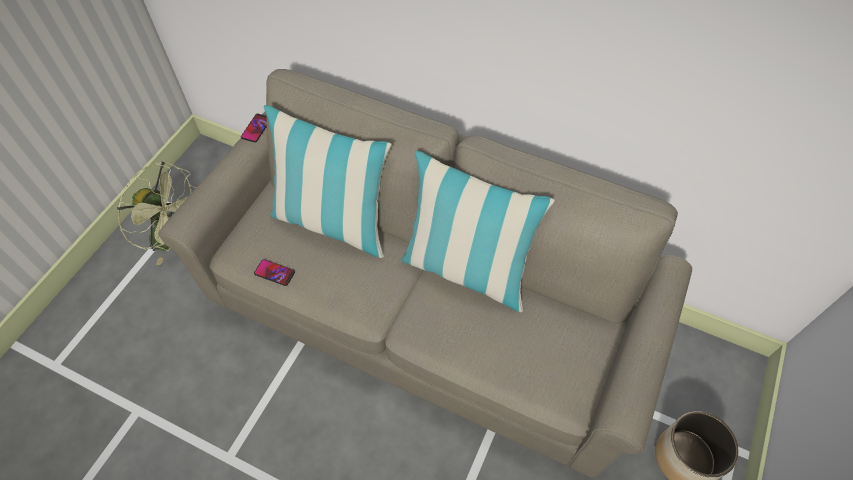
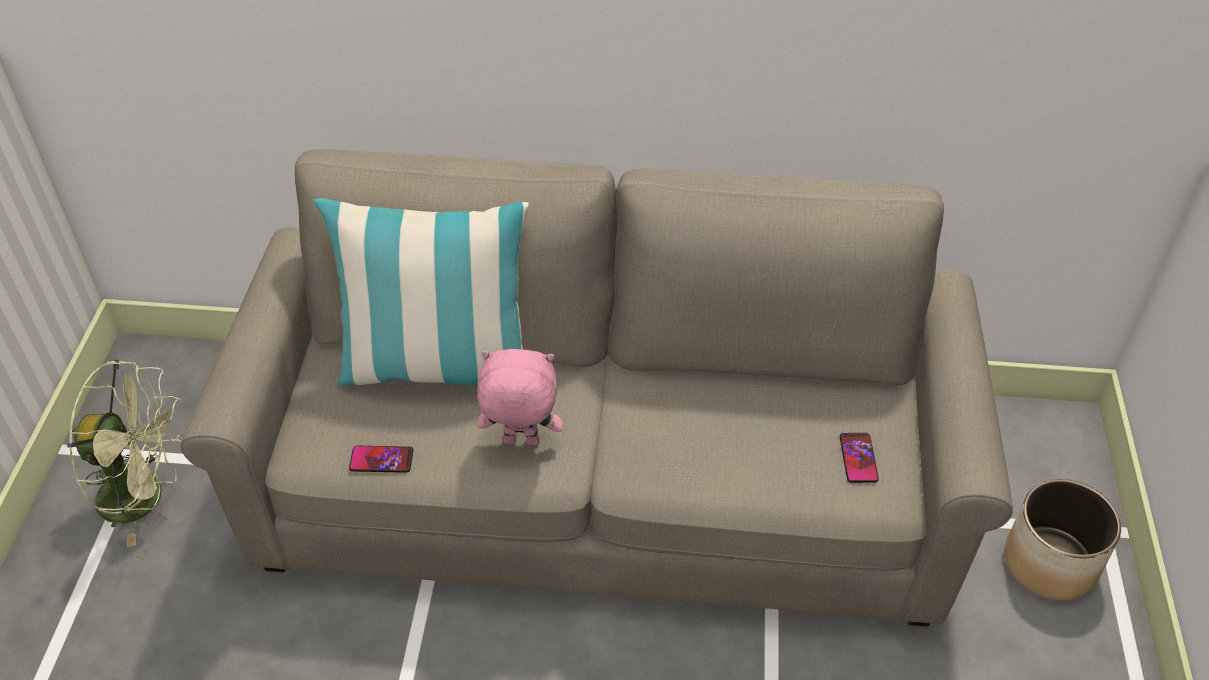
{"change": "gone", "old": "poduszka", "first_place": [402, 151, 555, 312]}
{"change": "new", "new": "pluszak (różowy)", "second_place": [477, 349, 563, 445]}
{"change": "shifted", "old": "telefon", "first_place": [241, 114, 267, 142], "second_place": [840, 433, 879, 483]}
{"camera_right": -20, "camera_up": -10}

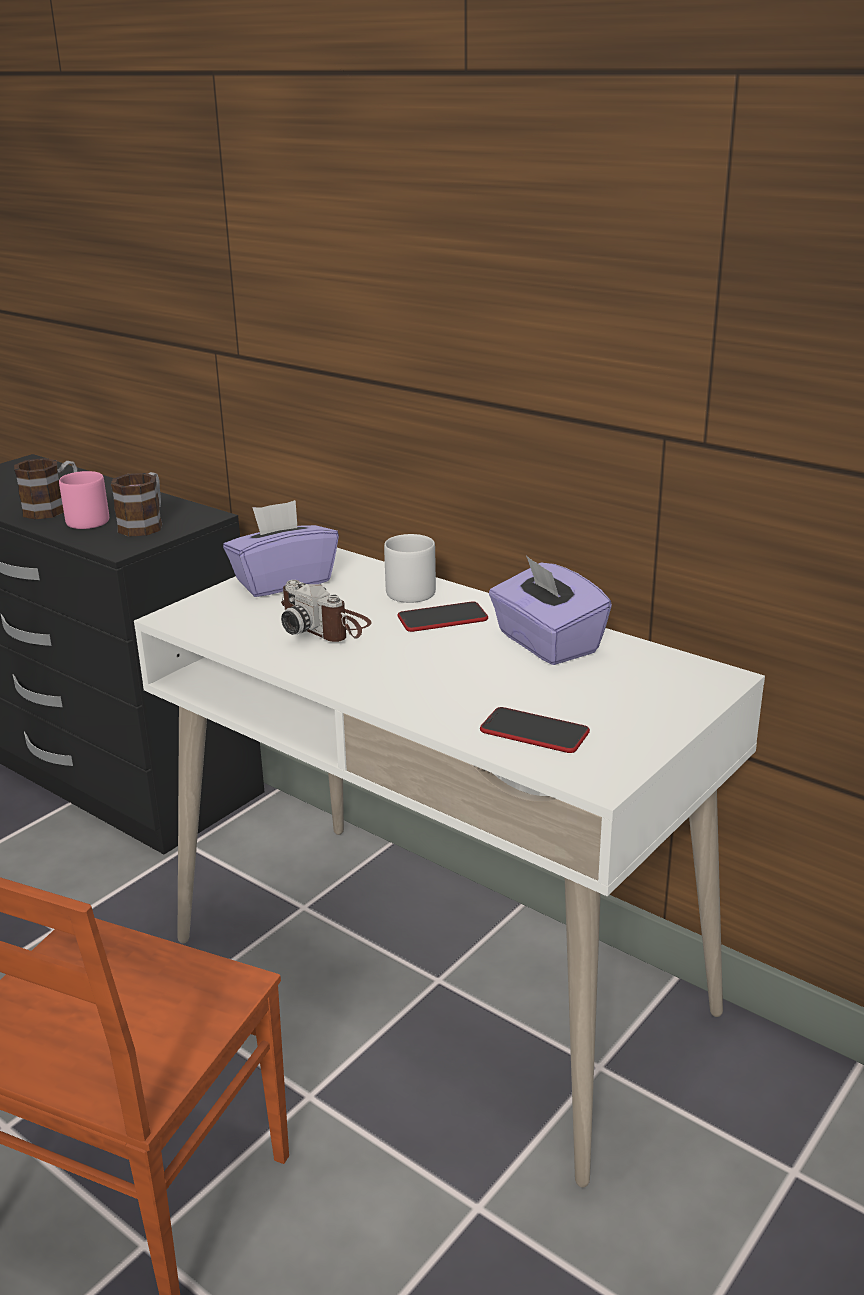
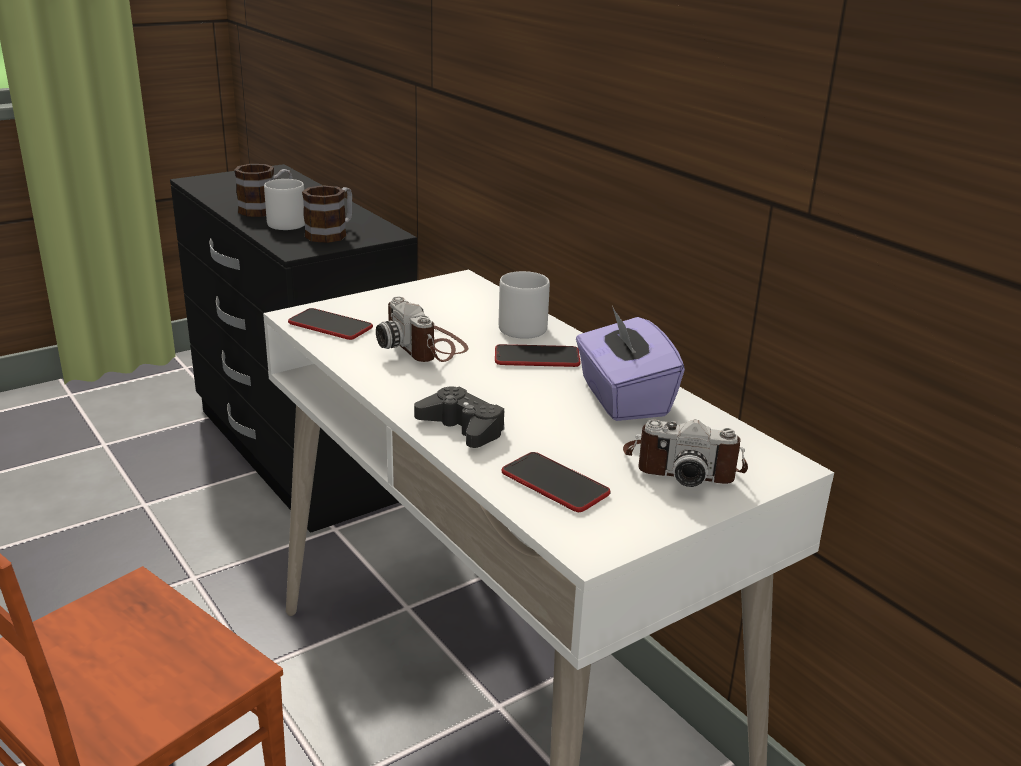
{"change": "gone", "old": "pudełko chusteczek (fioletowy)", "first_place": [223, 500, 339, 597]}
{"change": "new", "new": "telefon", "second_place": [288, 308, 373, 340]}
{"change": "new", "new": "pad do gier (czarny)", "second_place": [414, 387, 505, 448]}
{"change": "new", "new": "aparat fotograficzny", "second_place": [623, 419, 748, 487]}
{"change": "repainted", "old": "kubek (różowy)", "new": "kubek (szary)", "first_place": [59, 471, 109, 529], "second_place": [264, 179, 305, 230]}
{"camera_right": 15, "camera_up": 0}

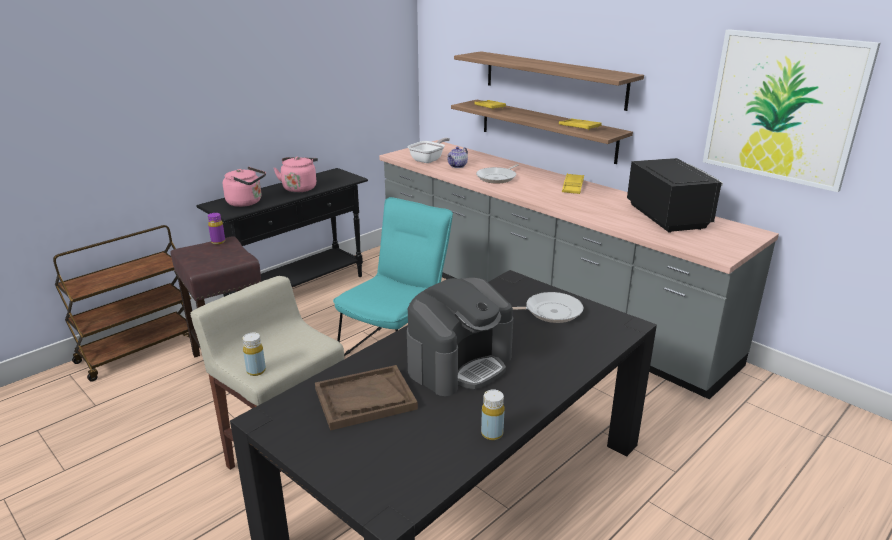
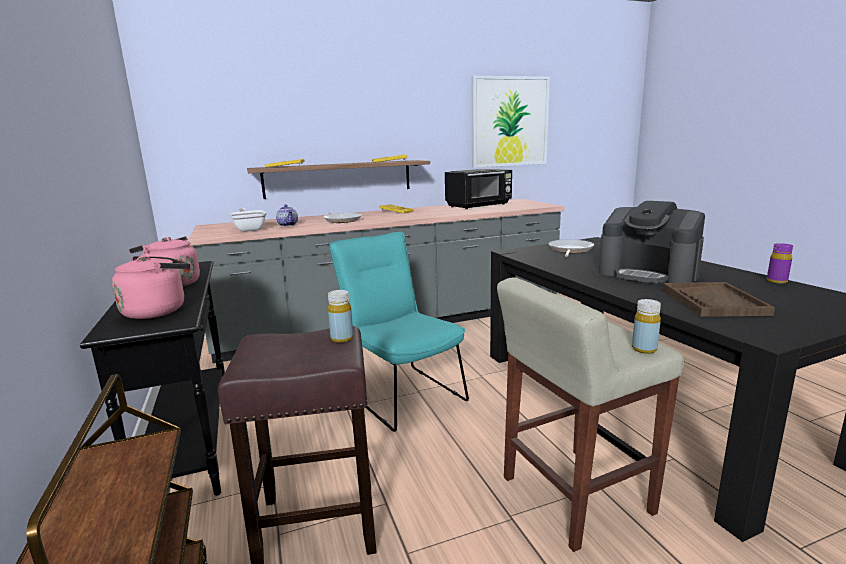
{"change": "gone", "old": "półka", "first_place": [454, 51, 644, 111]}
{"change": "shifted", "old": "butelka (fioletowy)", "first_place": [208, 213, 225, 244], "second_place": [767, 243, 793, 284]}
{"change": "shifted", "old": "butelka (żółty)", "first_place": [481, 390, 505, 440], "second_place": [328, 290, 353, 343]}
{"change": "rotated", "old": "ekspres do kawy", "first_place": [407, 277, 513, 396], "second_place": [599, 201, 705, 285], "degrees": 150}
{"change": "rotated", "old": "mikrofalówka (czarny)", "first_place": [627, 158, 723, 233], "second_place": [445, 169, 512, 209], "degrees": 135}
{"camera_right": -65, "camera_up": -10}

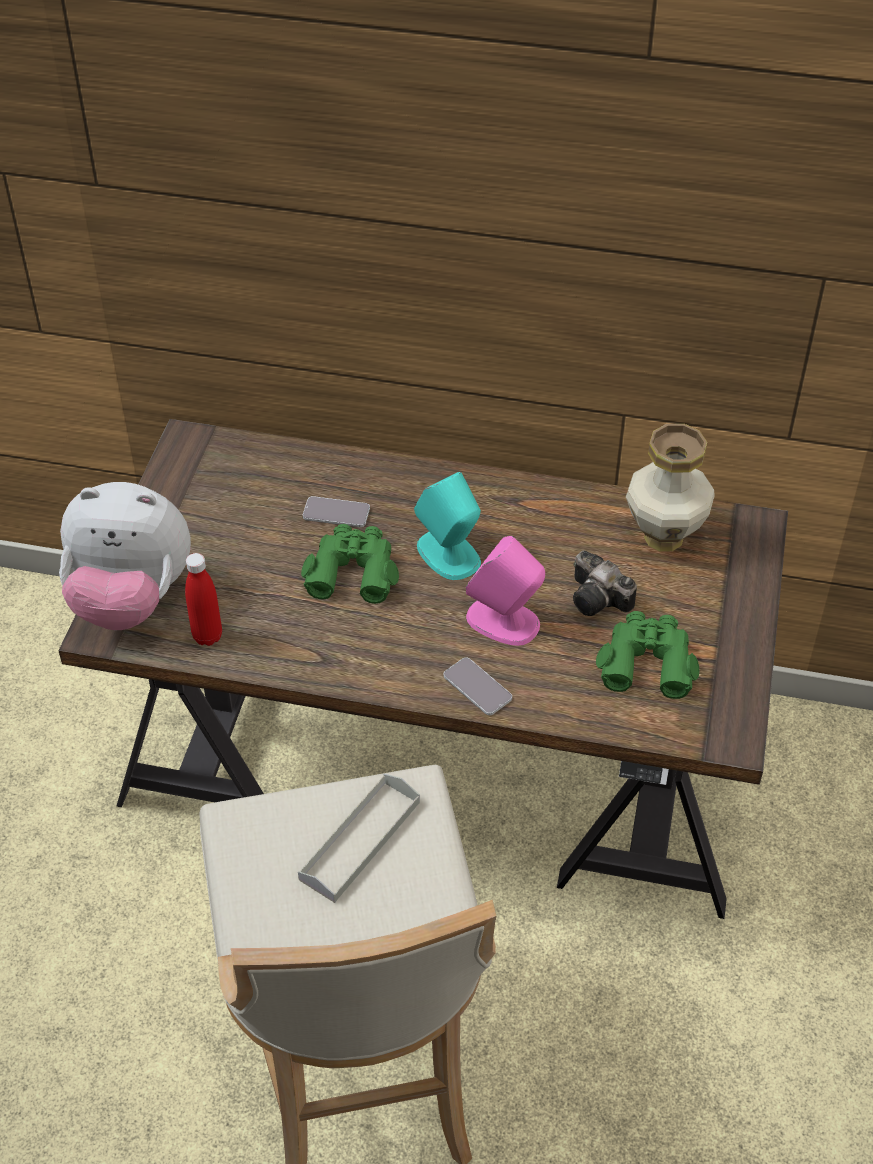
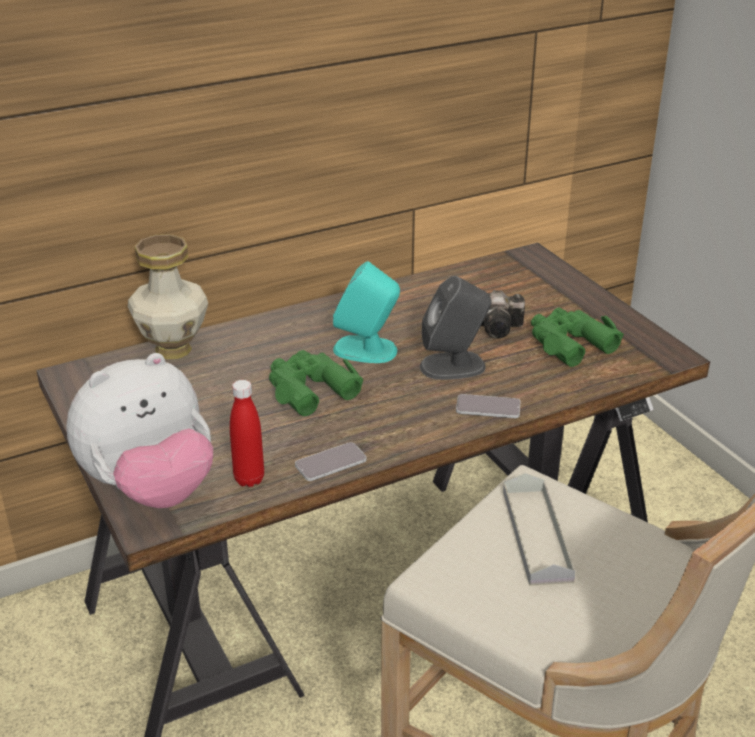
{"change": "shifted", "old": "telefon", "first_place": [303, 496, 370, 527], "second_place": [295, 442, 367, 481]}
{"change": "shifted", "old": "wazon", "first_place": [626, 424, 715, 551], "second_place": [128, 234, 208, 359]}
{"change": "repainted", "old": "głośnik (różowy)", "new": "głośnik (szary)", "first_place": [466, 536, 545, 646], "second_place": [420, 276, 491, 380]}
{"camera_right": -40, "camera_up": -15}

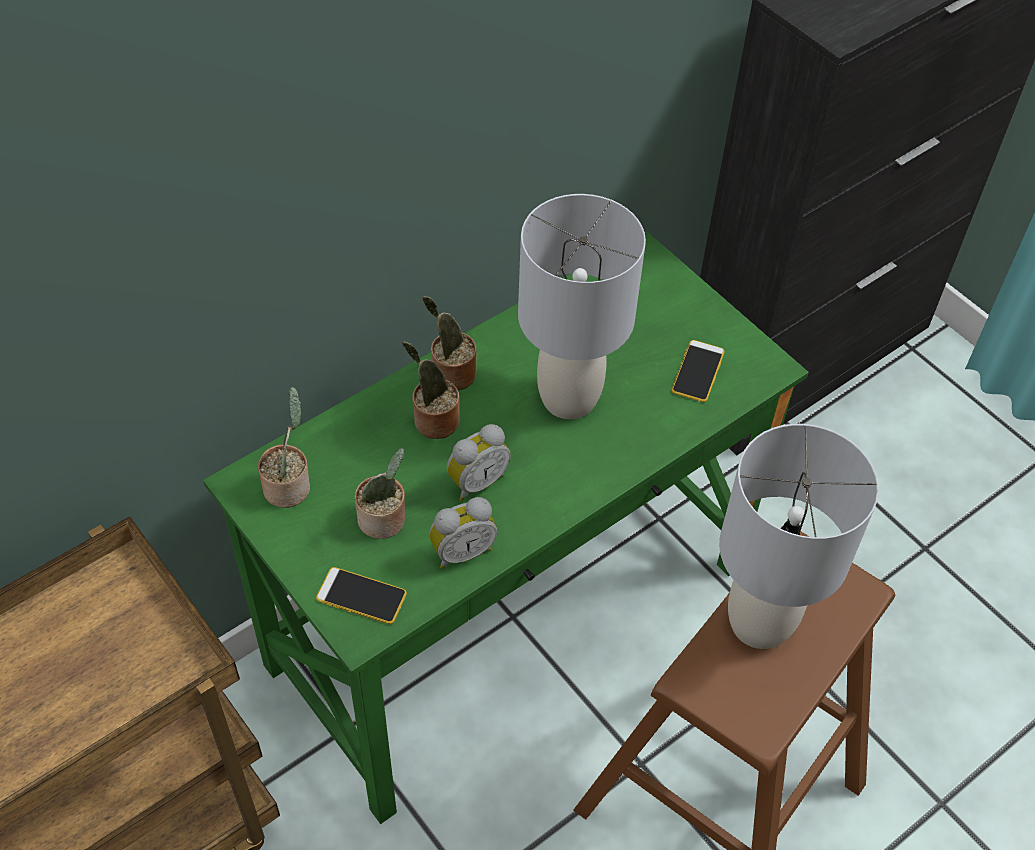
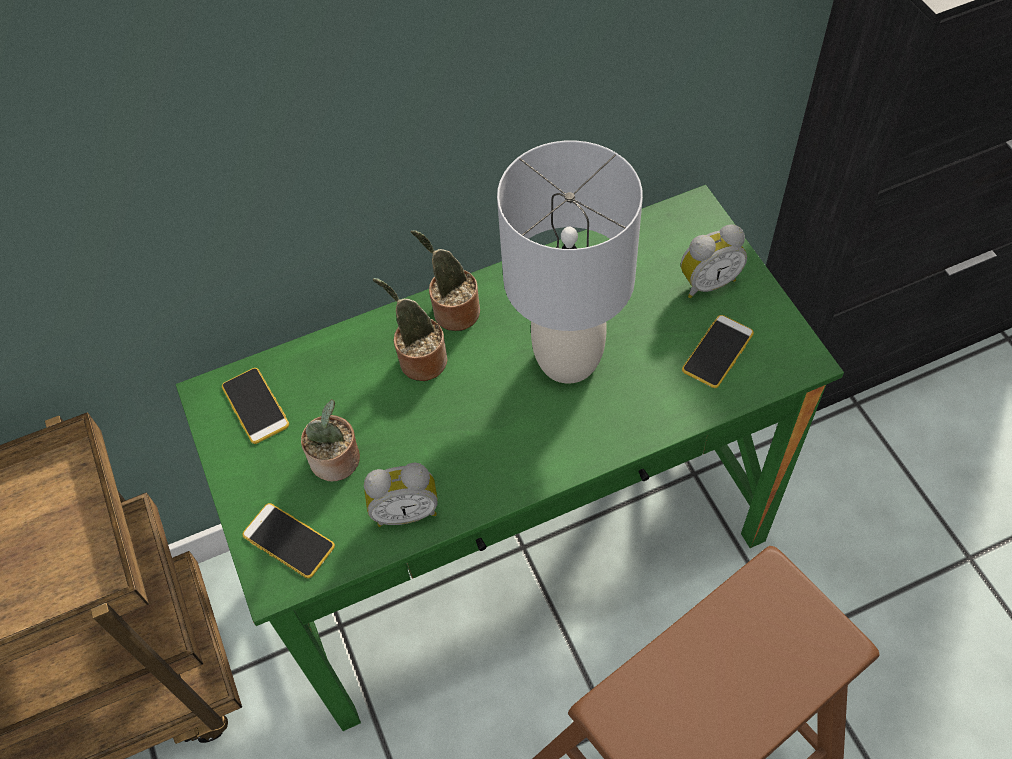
{"change": "gone", "old": "lampa stołowa (szary)", "first_place": [719, 424, 879, 649]}
{"change": "shifted", "old": "budzik", "first_place": [447, 424, 511, 501], "second_place": [681, 224, 747, 298]}
{"change": "swapped", "old": "roślina doniczkowa", "new": "telefon", "first_place": [258, 387, 310, 508], "second_place": [222, 368, 289, 444]}
{"camera_right": 20, "camera_up": 5}

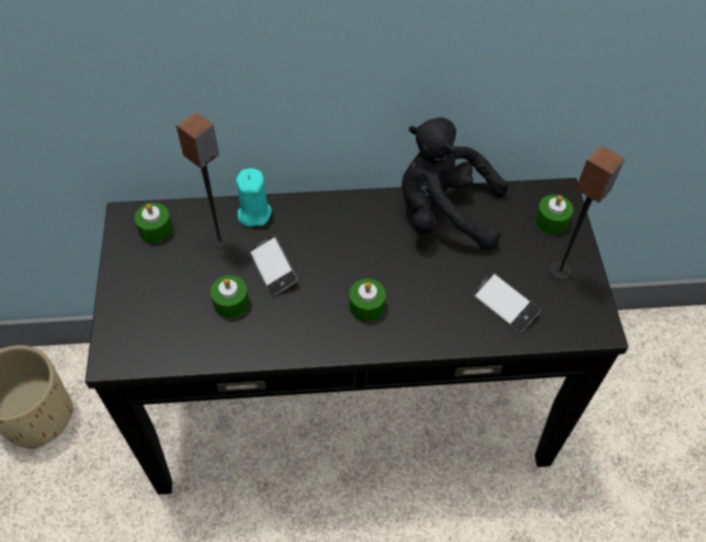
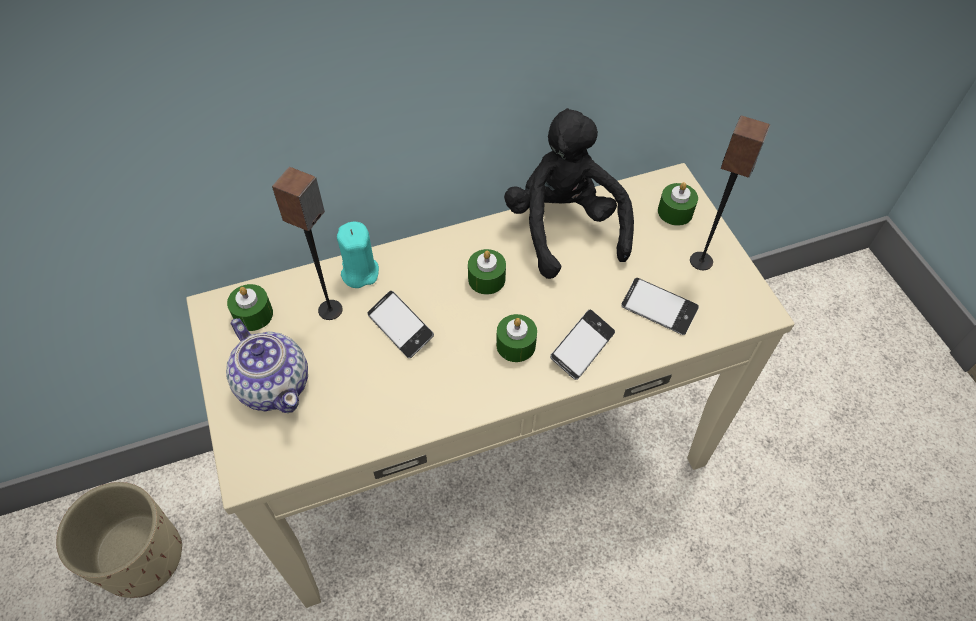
{"change": "new", "new": "imbryk", "second_place": [226, 318, 308, 413]}
{"change": "new", "new": "telefon", "second_place": [550, 310, 615, 380]}
{"change": "shifted", "old": "świeca (zielony)", "first_place": [210, 275, 249, 318], "second_place": [468, 249, 506, 295]}
{"change": "repainted", "old": "stolik konsolowy (czarny)", "new": "stolik konsolowy (beżowy)", "first_place": [85, 178, 628, 494], "second_place": [186, 163, 794, 608]}
{"change": "rotated", "old": "pluszak (czarny)", "first_place": [402, 117, 508, 251], "second_place": [504, 108, 634, 279], "degrees": 75}
{"camera_right": -15, "camera_up": 0}

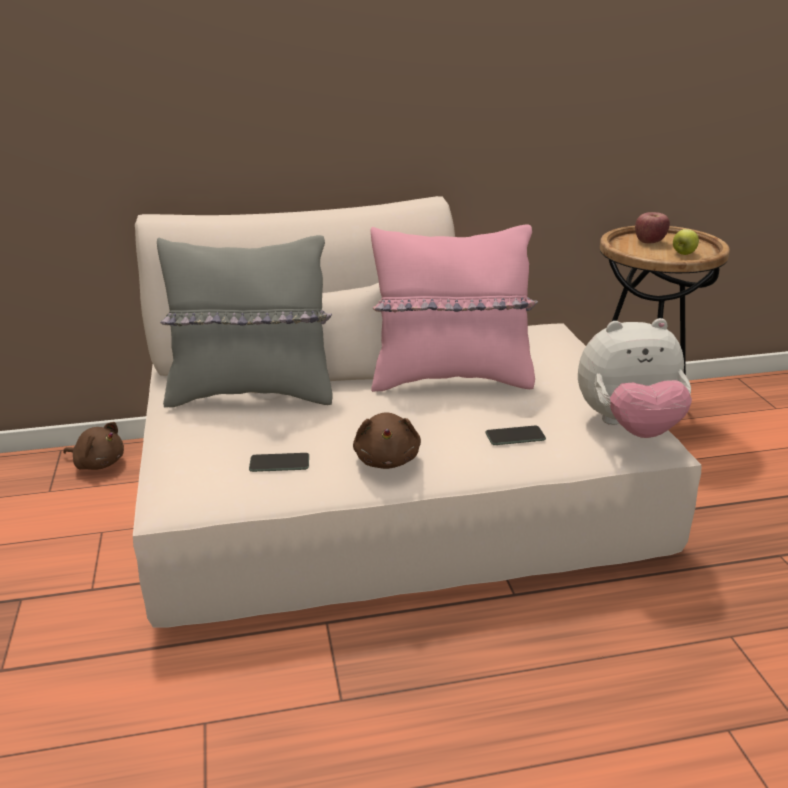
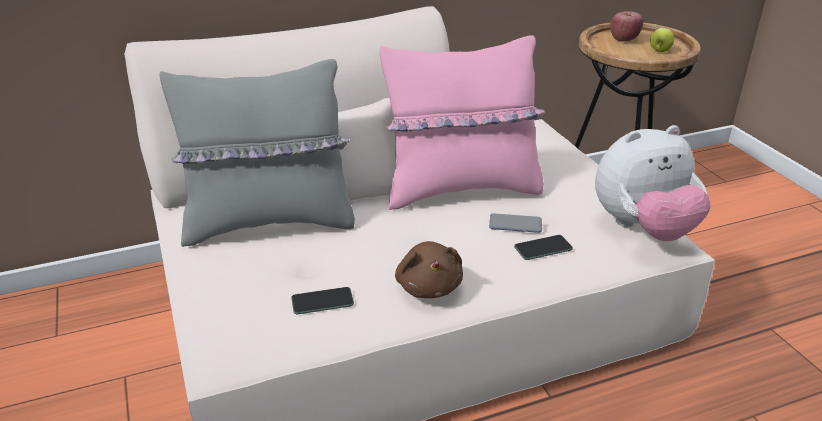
{"change": "gone", "old": "pluszak (brązowy)", "first_place": [63, 422, 124, 470]}
{"change": "new", "new": "telefon", "second_place": [489, 213, 542, 233]}
{"camera_right": -10, "camera_up": 5}

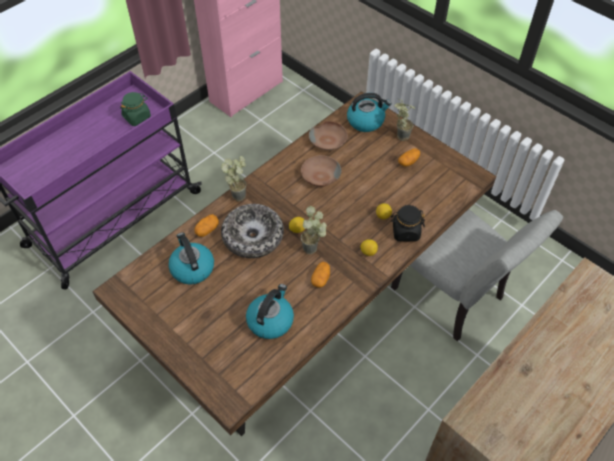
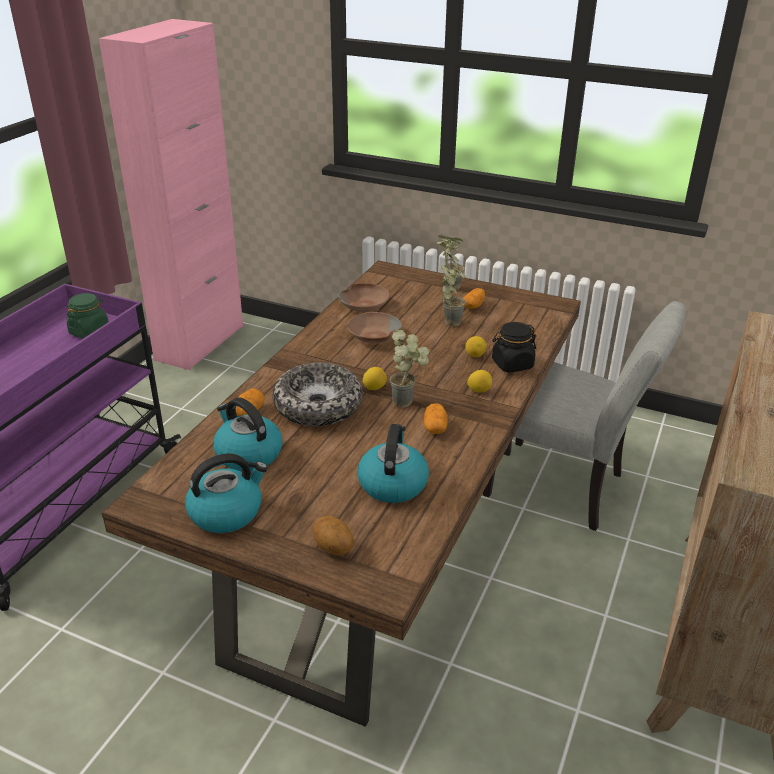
{"change": "new", "new": "ziemniak", "second_place": [314, 516, 354, 555]}
{"change": "shifted", "old": "roślina doniczkowa", "first_place": [221, 156, 246, 201], "second_place": [439, 263, 466, 326]}
{"change": "shifted", "old": "czajnik", "first_place": [347, 93, 392, 132], "second_place": [185, 453, 268, 533]}
{"camera_right": -20, "camera_up": -20}

